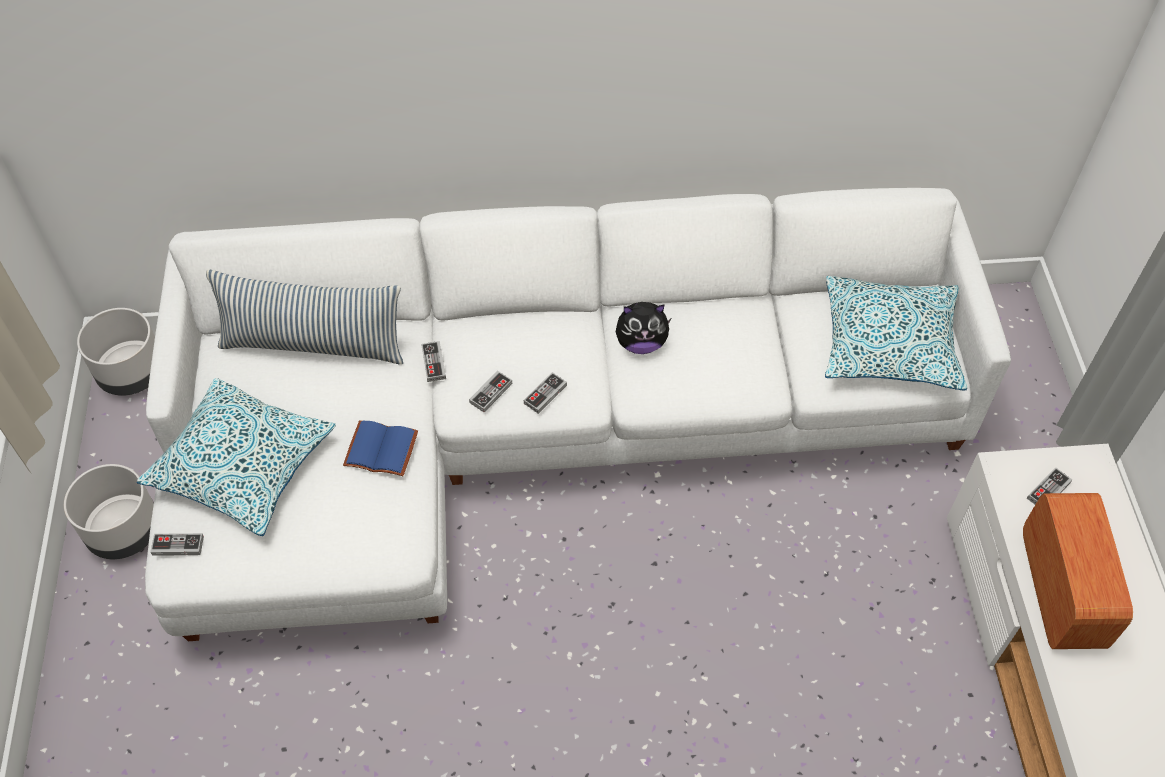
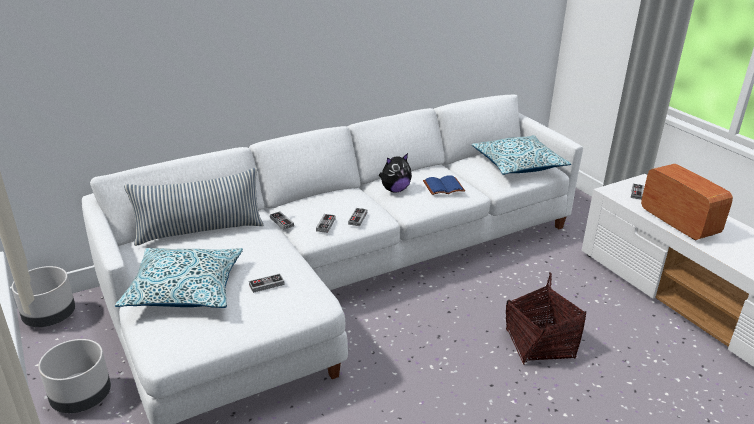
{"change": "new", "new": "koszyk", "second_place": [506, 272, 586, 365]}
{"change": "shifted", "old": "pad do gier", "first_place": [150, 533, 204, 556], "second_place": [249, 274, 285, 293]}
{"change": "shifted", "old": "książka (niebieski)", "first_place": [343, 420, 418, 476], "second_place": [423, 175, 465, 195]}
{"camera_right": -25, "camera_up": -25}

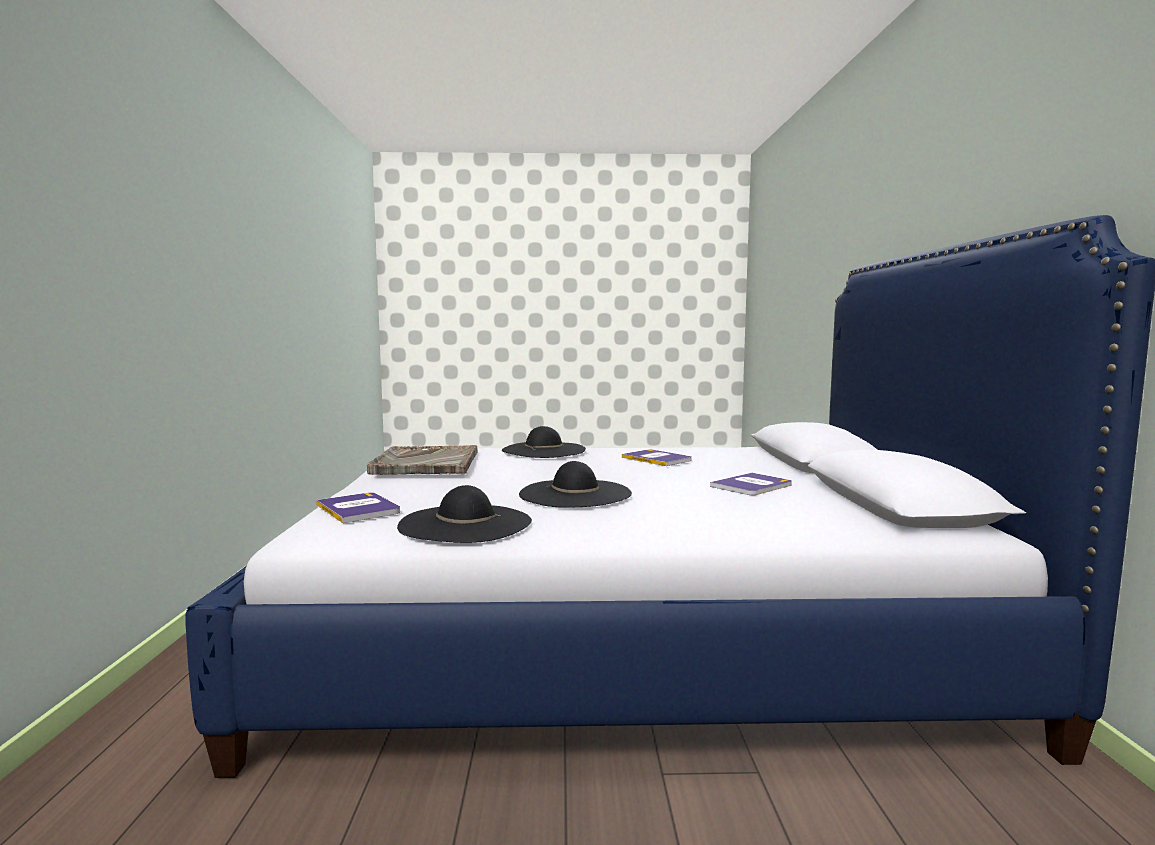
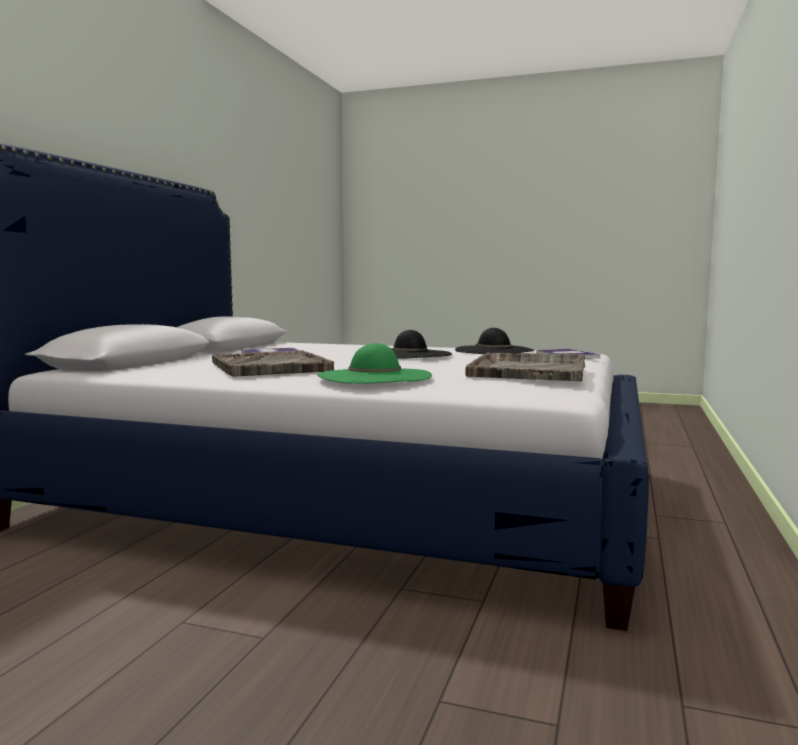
{"change": "swapped", "old": "książka", "new": "taca (szary)", "first_place": [622, 449, 692, 466], "second_place": [212, 350, 334, 377]}
{"change": "repainted", "old": "kapelusz (czarny)", "new": "kapelusz (zielony)", "first_place": [502, 426, 586, 458], "second_place": [317, 343, 432, 384]}
{"camera_right": -160, "camera_up": 0}

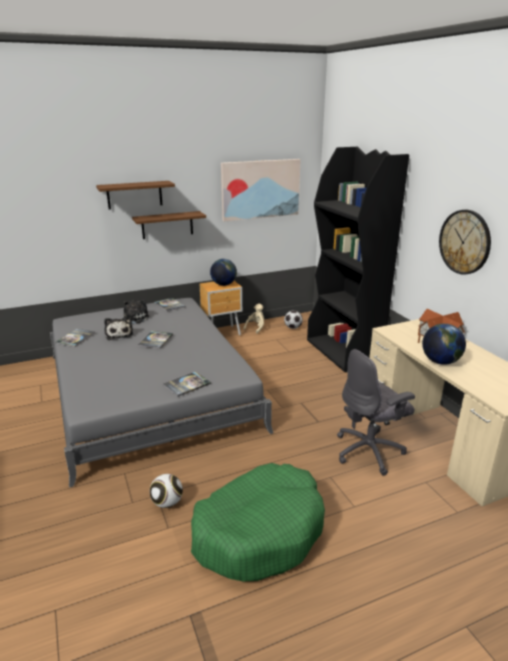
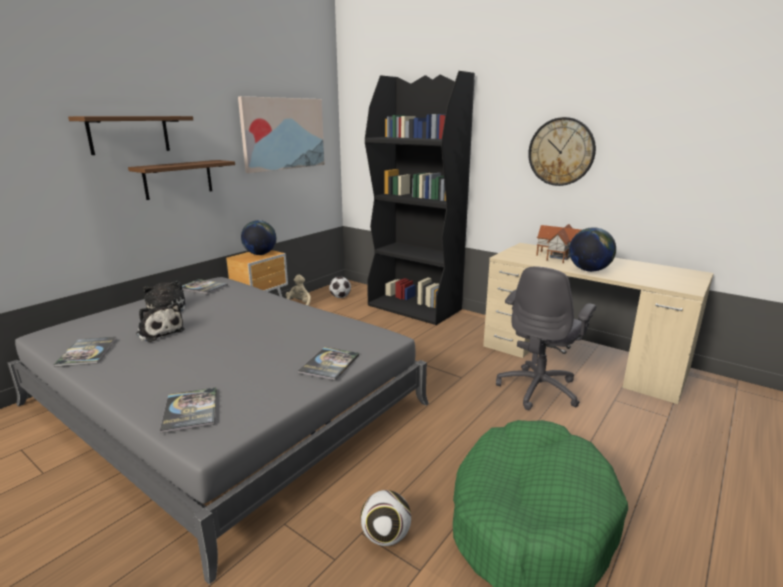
{"change": "shifted", "old": "książka", "first_place": [138, 331, 173, 349], "second_place": [160, 388, 217, 434]}
{"camera_right": -30, "camera_up": -5}

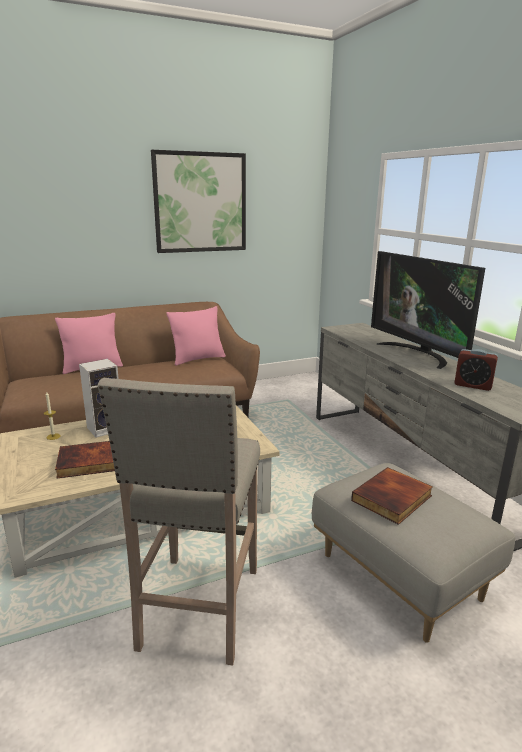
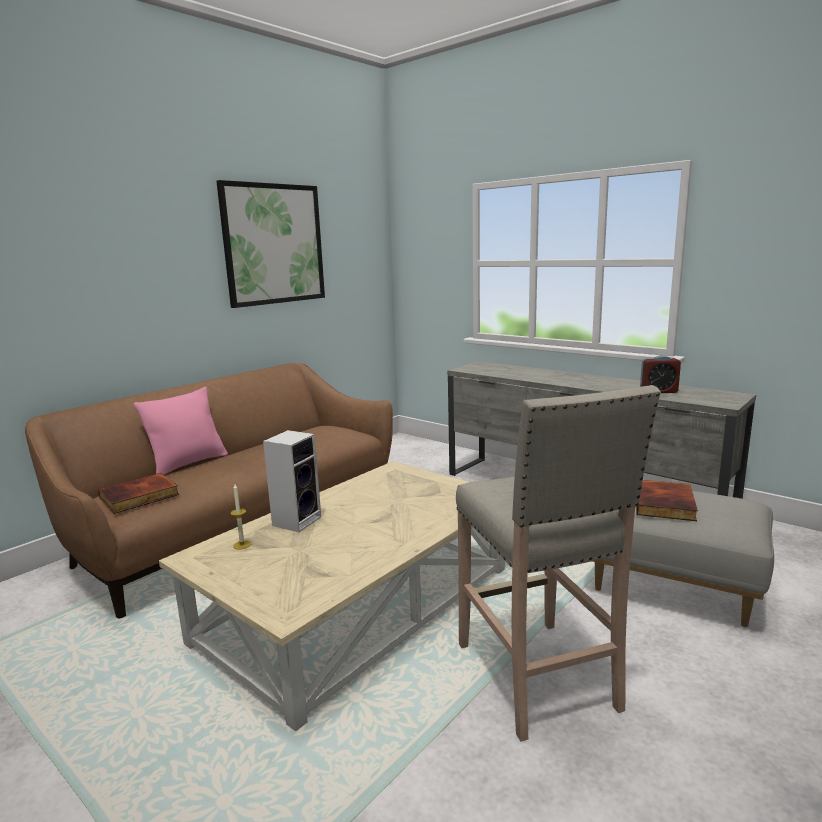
{"change": "gone", "old": "poduszka (różowy)", "first_place": [166, 306, 226, 366]}
{"change": "gone", "old": "telewizor", "first_place": [371, 251, 485, 369]}
{"change": "shifted", "old": "książka", "first_place": [55, 441, 115, 479], "second_place": [98, 473, 179, 514]}
{"camera_right": -25, "camera_up": -5}

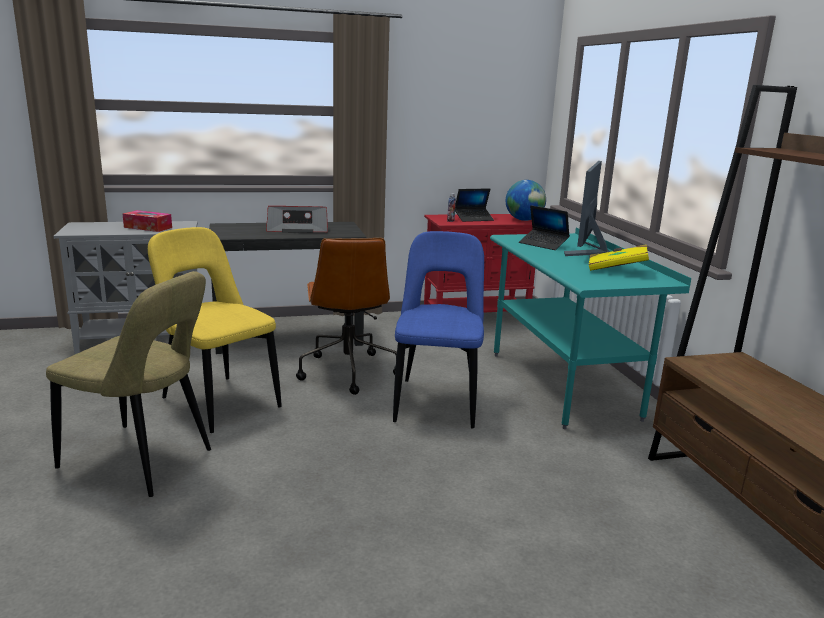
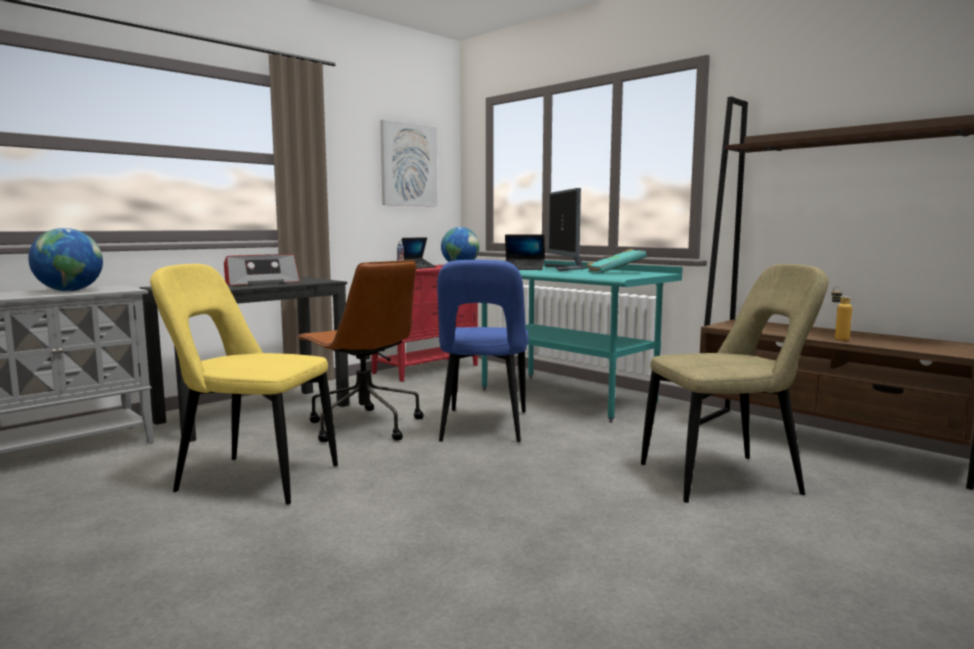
{"change": "new", "new": "obraz", "second_place": [380, 120, 438, 206]}
{"change": "new", "new": "butelka", "second_place": [831, 286, 852, 341]}
{"change": "shifted", "old": "krzesło (beżowy)", "first_place": [46, 271, 211, 497], "second_place": [641, 264, 828, 503]}
{"change": "swapped", "old": "pudełko chusteczek", "new": "globus", "first_place": [123, 210, 172, 232], "second_place": [28, 228, 103, 291]}
{"change": "repainted", "old": "książka (żółty)", "new": "książka (turkusowy)", "first_place": [589, 244, 649, 271], "second_place": [586, 249, 647, 273]}
{"change": "rotated", "old": "krzesło (niebieski)", "first_place": [393, 231, 484, 428], "second_place": [437, 260, 529, 442], "degrees": -150}
{"camera_right": -30, "camera_up": -10}

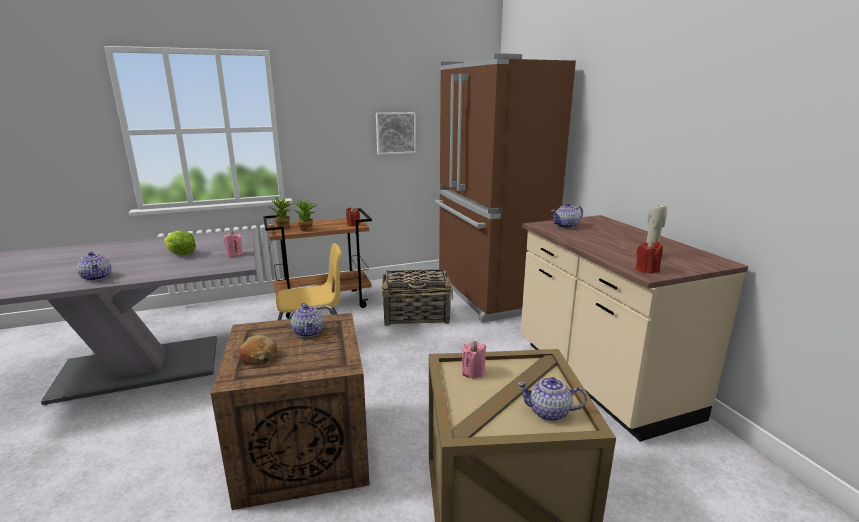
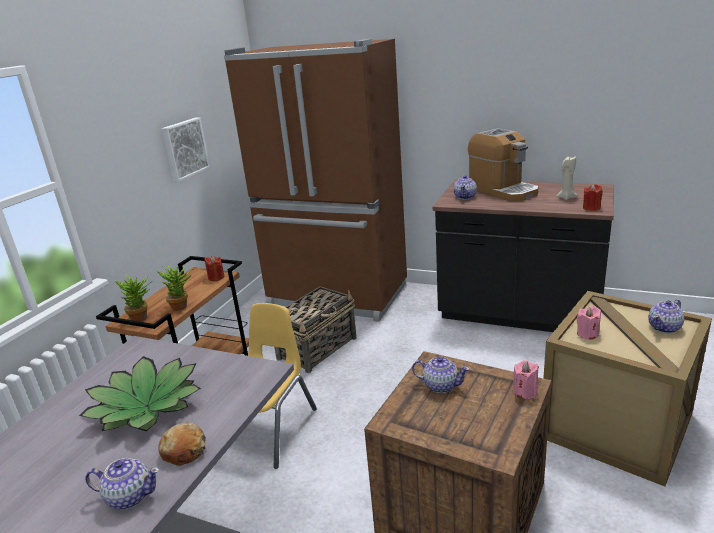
{"change": "new", "new": "ekspres do kawy", "second_place": [468, 128, 539, 202]}
{"change": "shifted", "old": "świeca (różowy)", "first_place": [223, 232, 243, 257], "second_place": [513, 360, 539, 399]}
{"change": "shifted", "old": "chleb", "first_place": [239, 335, 277, 366], "second_place": [158, 422, 206, 466]}
{"change": "swapped", "old": "sałata", "new": "roślina doniczkowa", "first_place": [164, 231, 196, 255], "second_place": [79, 356, 201, 431]}
{"change": "repainted", "old": "zabudowa kuchenna (beżowy)", "new": "zabudowa kuchenna (czarny)", "first_place": [521, 215, 748, 442], "second_place": [433, 180, 614, 332]}
{"camera_right": -45, "camera_up": 5}

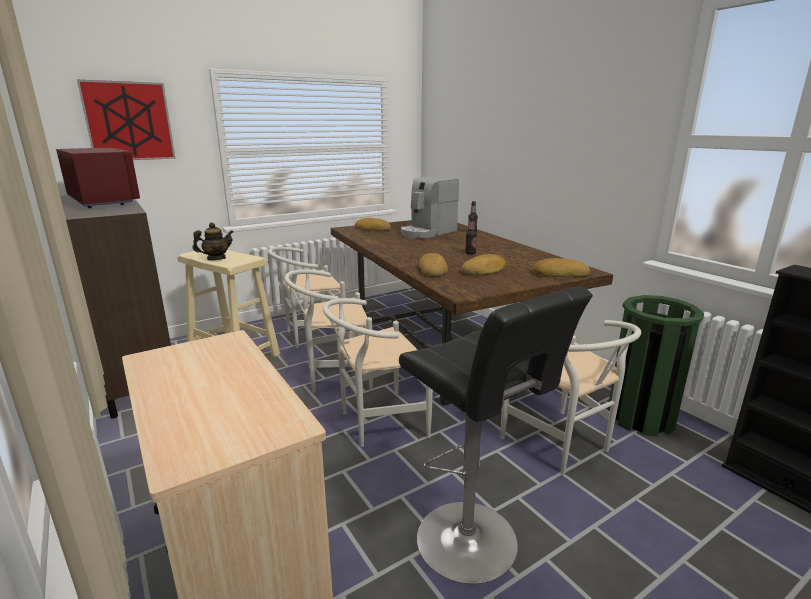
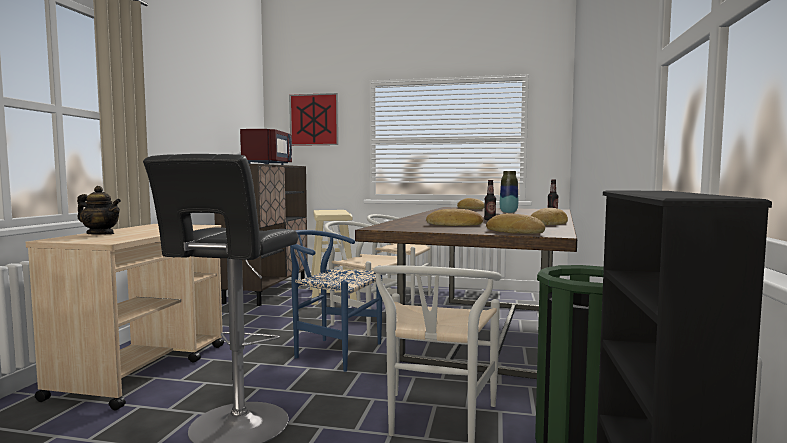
{"change": "shifted", "old": "imbryk", "first_place": [193, 222, 233, 260], "second_place": [77, 186, 121, 234]}
{"change": "shifted", "old": "chleb", "first_place": [419, 253, 448, 276], "second_place": [531, 208, 568, 225]}
{"change": "swapped", "old": "ekspres do kawy", "new": "wazon", "first_place": [401, 176, 459, 239], "second_place": [500, 171, 518, 213]}
{"change": "repainted", "old": "krzesło (biały)", "new": "krzesło (niebieski)", "first_place": [323, 298, 433, 447], "second_place": [290, 230, 382, 372]}
{"camera_right": 45, "camera_up": -15}

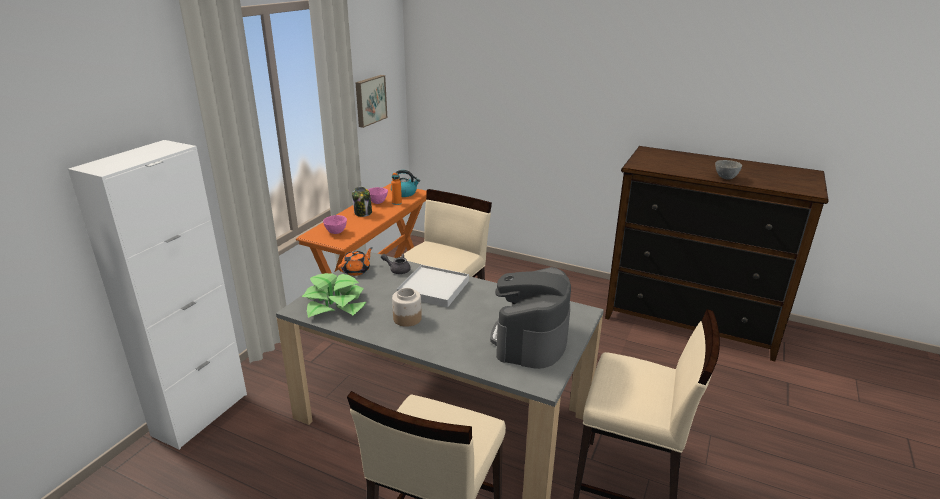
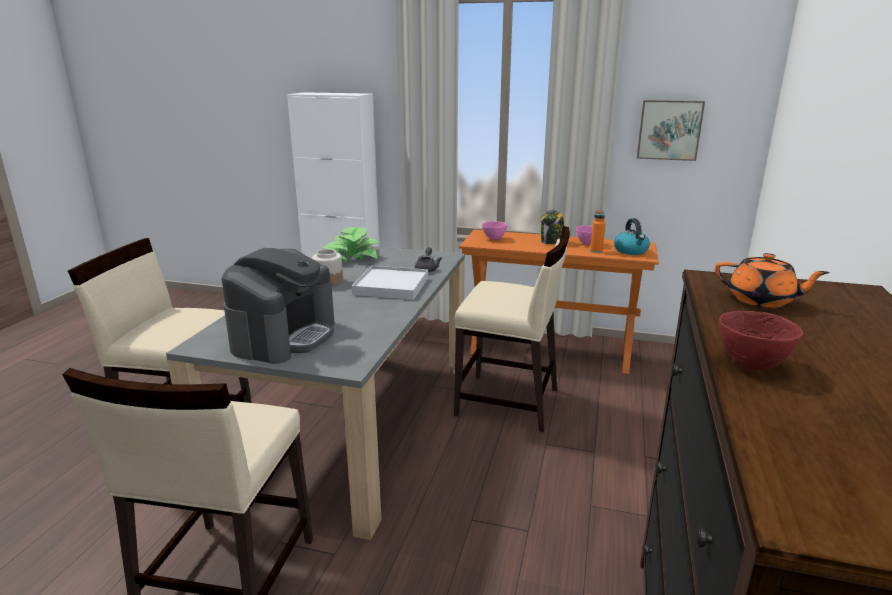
{"change": "shifted", "old": "imbryk (pomarańczowy)", "first_place": [338, 247, 373, 276], "second_place": [715, 253, 830, 308]}
{"change": "repainted", "old": "miska (szary)", "new": "miska (czerwony)", "first_place": [715, 160, 742, 180], "second_place": [719, 311, 803, 370]}
{"change": "rotated", "old": "ekspres do kawy", "first_place": [490, 267, 571, 369], "second_place": [222, 248, 335, 364], "degrees": 105}
{"camera_right": 80, "camera_up": -5}

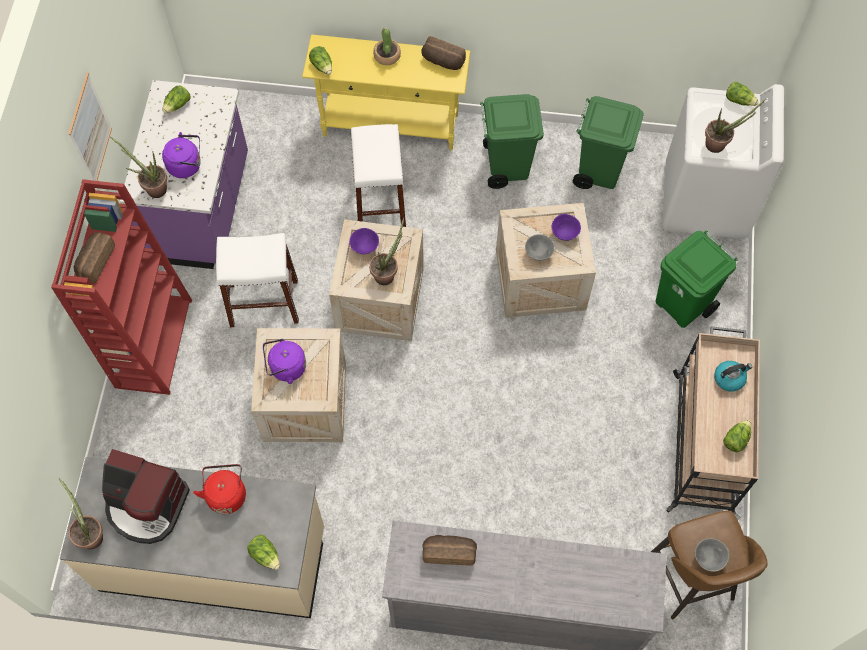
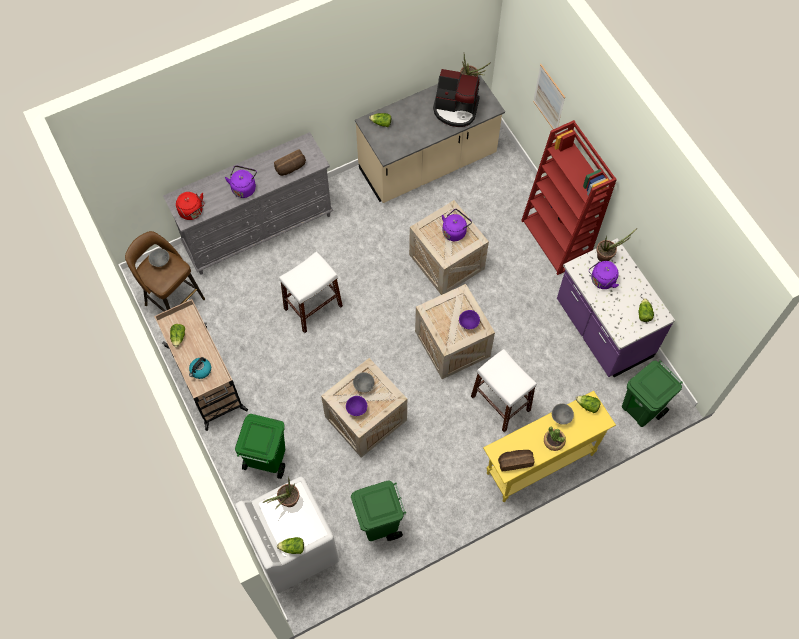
{"change": "gone", "old": "chleb", "first_place": [74, 232, 115, 283]}
{"change": "gone", "old": "roślina doniczkowa", "first_place": [369, 218, 404, 285]}
{"change": "new", "new": "czajnik (fioletowy)", "second_place": [225, 165, 257, 198]}
{"change": "new", "new": "miska (szary)", "second_place": [552, 403, 574, 425]}
{"change": "shifted", "old": "obraz", "first_place": [68, 72, 112, 181], "second_place": [533, 64, 565, 134]}
{"change": "shifted", "old": "czajnik (czerwony)", "first_place": [193, 464, 246, 514], "second_place": [176, 192, 205, 220]}
{"change": "shifted", "old": "stołek (biały)", "first_place": [216, 233, 299, 327], "second_place": [279, 251, 343, 333]}
{"change": "shifted", "old": "kosz na śmieci (zielony)", "first_place": [480, 94, 544, 189], "second_place": [622, 360, 683, 427]}
{"change": "rotated", "old": "ekspres do kawy", "first_place": [102, 449, 190, 544], "second_place": [433, 69, 480, 127], "degrees": -150}
{"camera_right": 145, "camera_up": 0}

